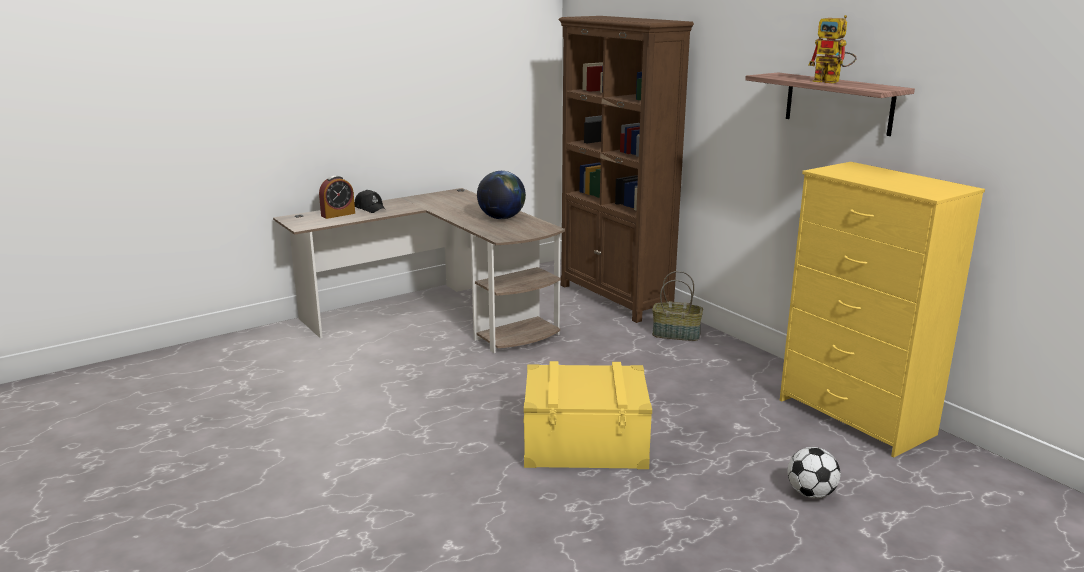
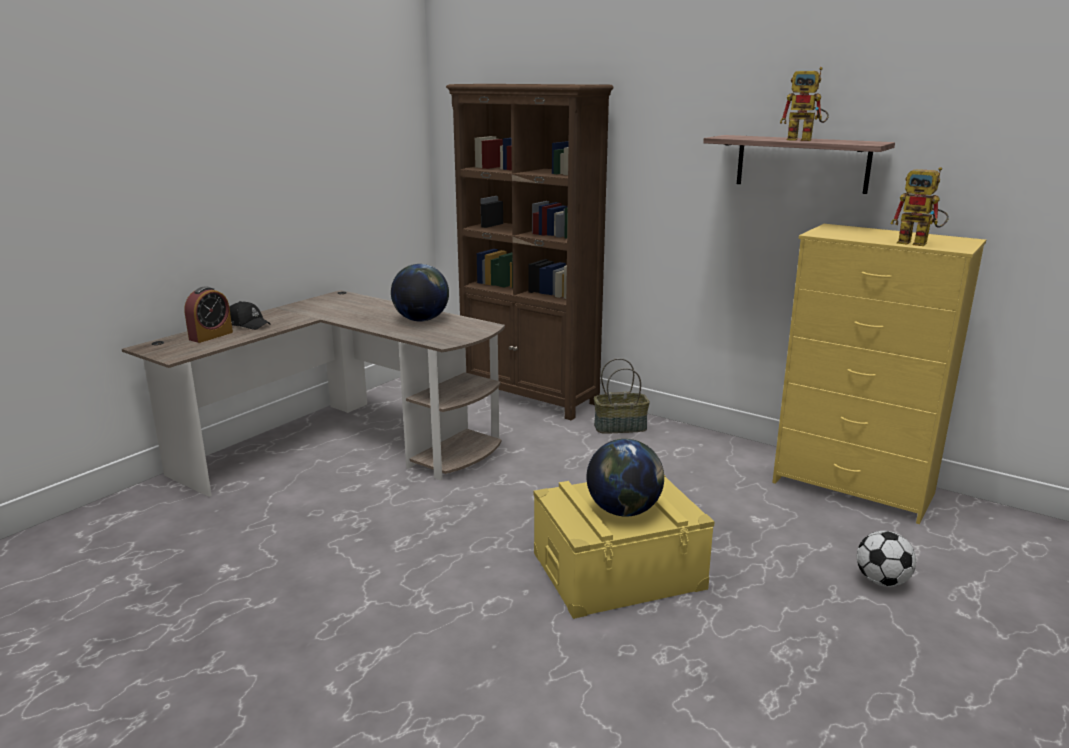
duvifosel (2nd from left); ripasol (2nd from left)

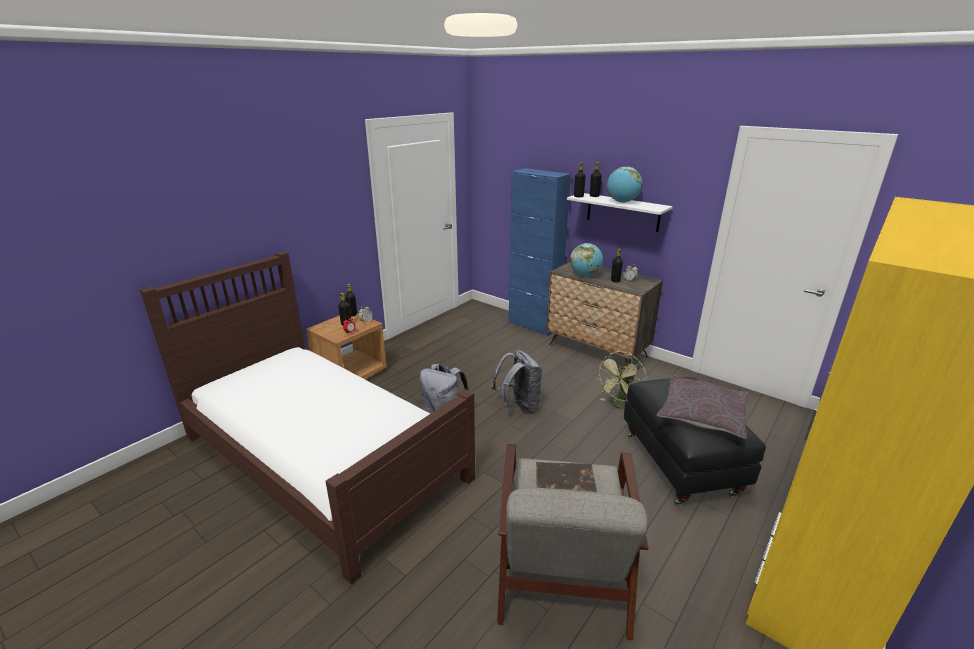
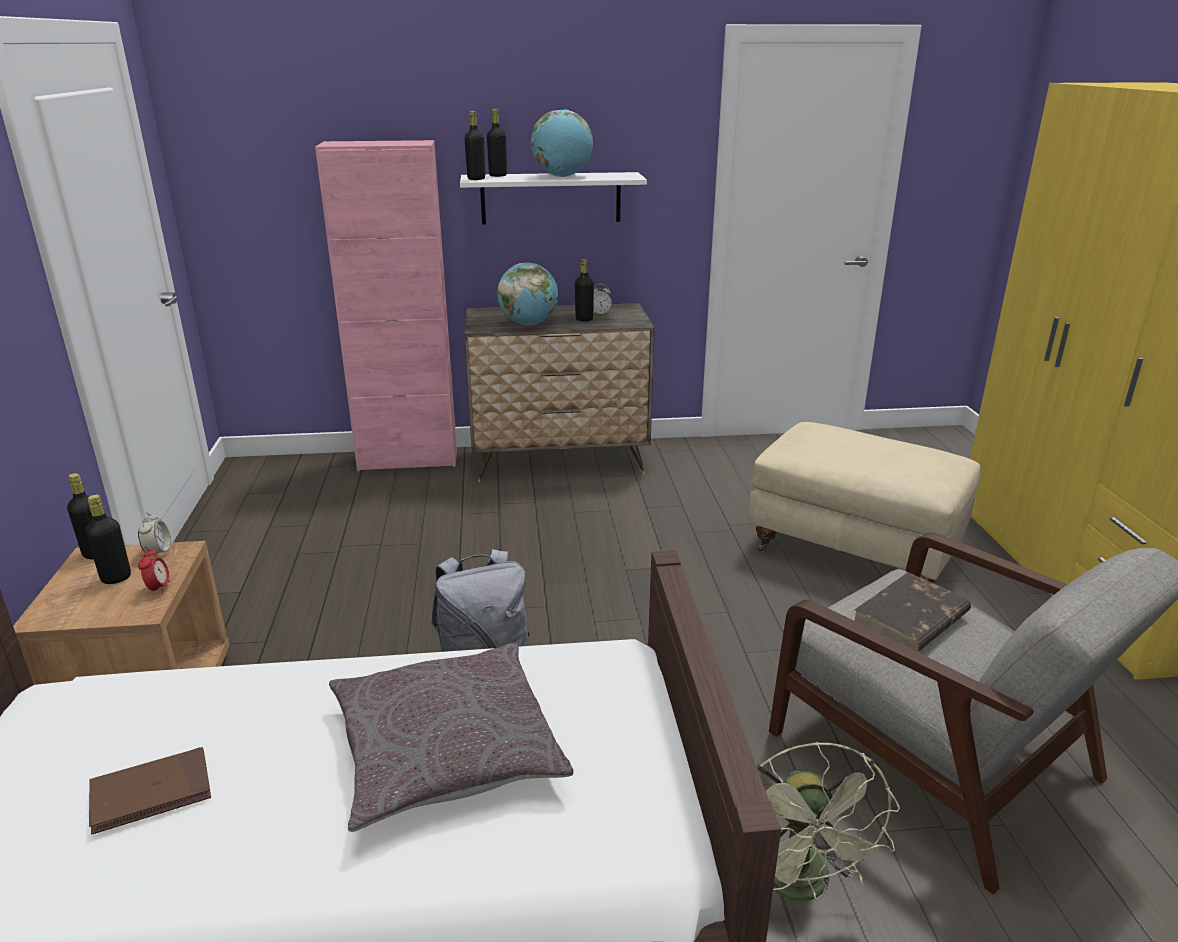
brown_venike (1st from left); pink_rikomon; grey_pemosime; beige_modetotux; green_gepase; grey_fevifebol (2nd from left in the first image)

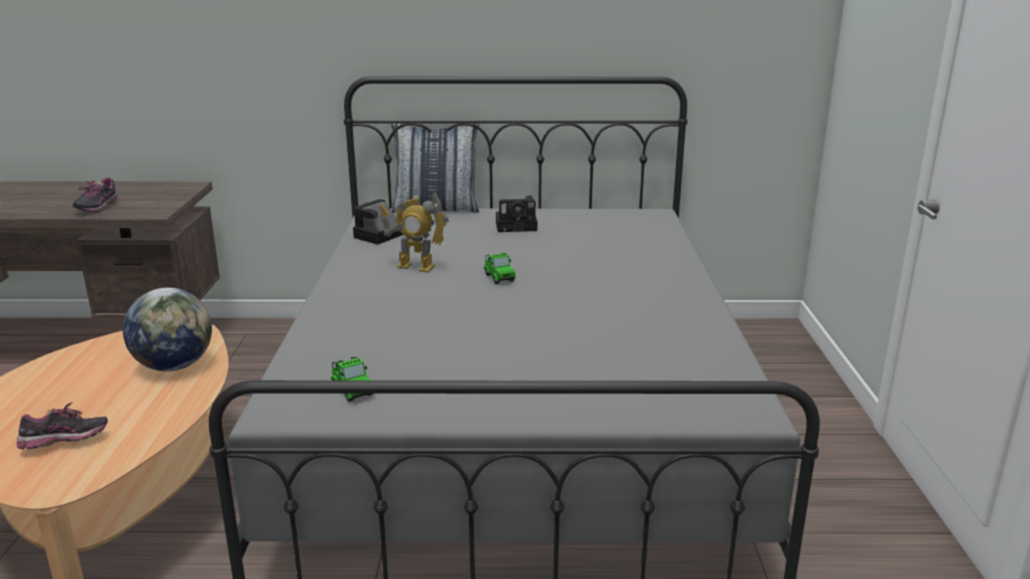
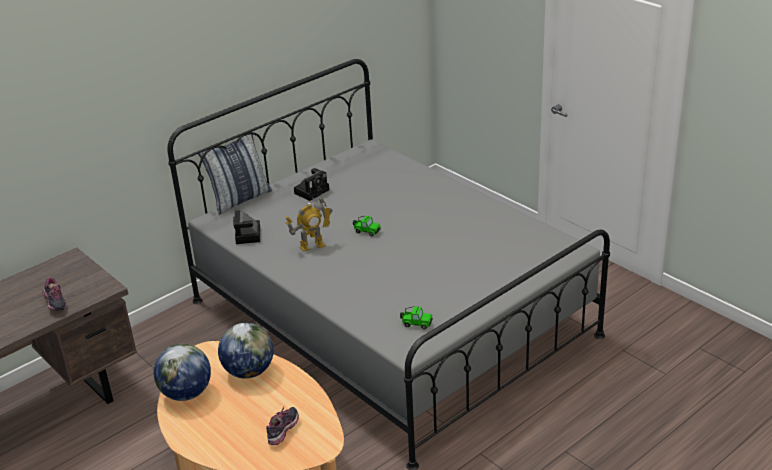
duvifosel (1st from left)

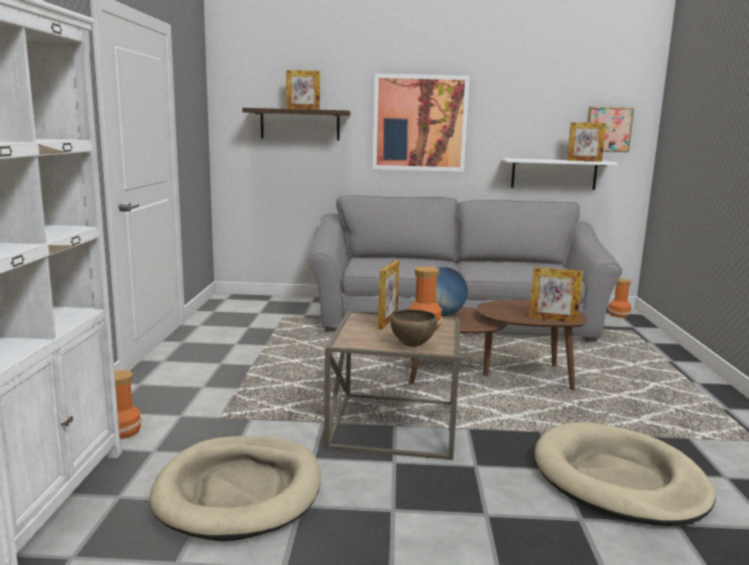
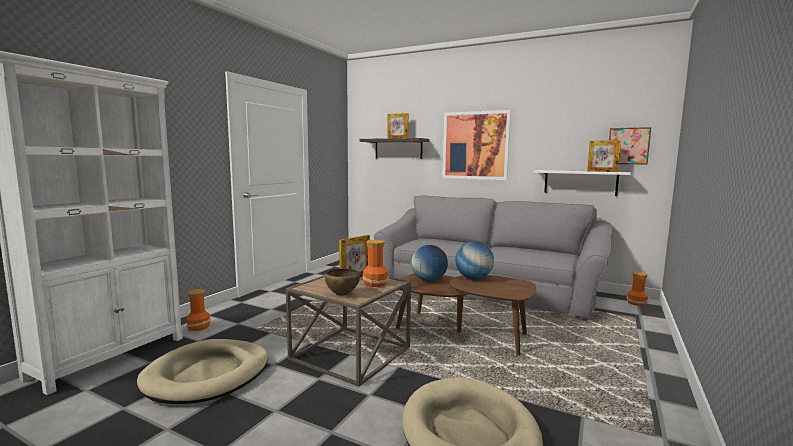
duvifosel (2nd from left); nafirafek (3rd from left in the first image)

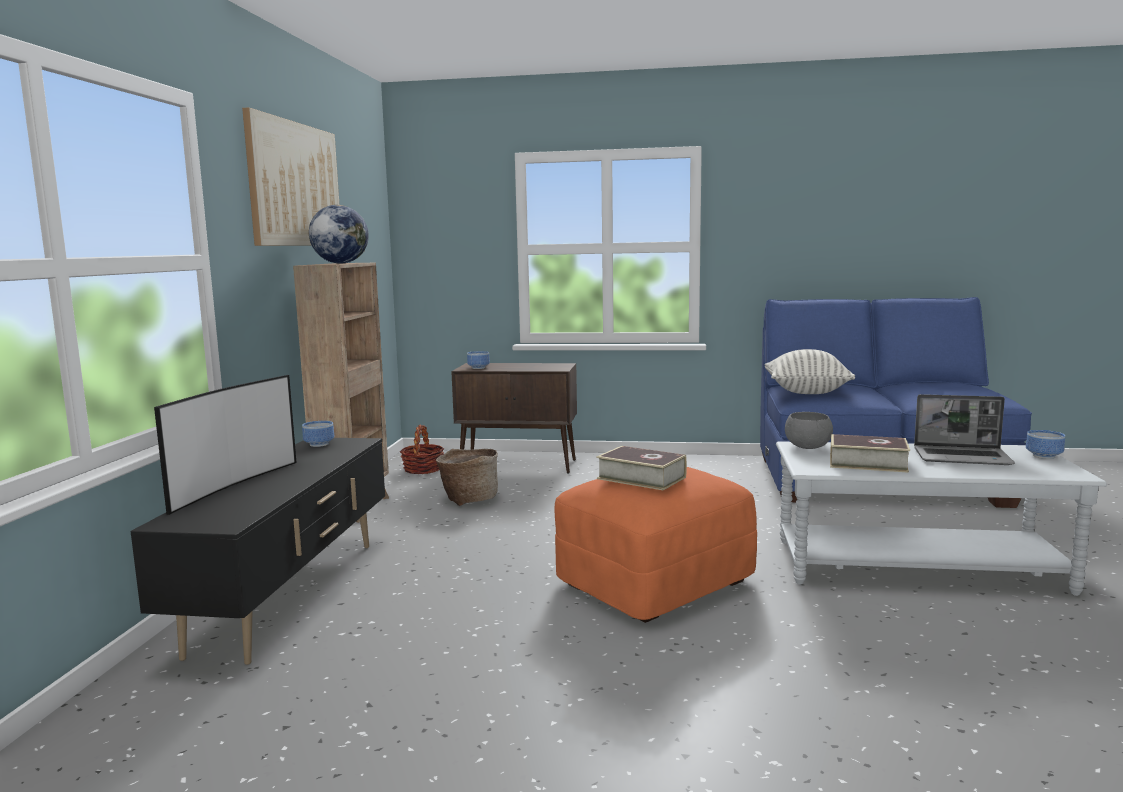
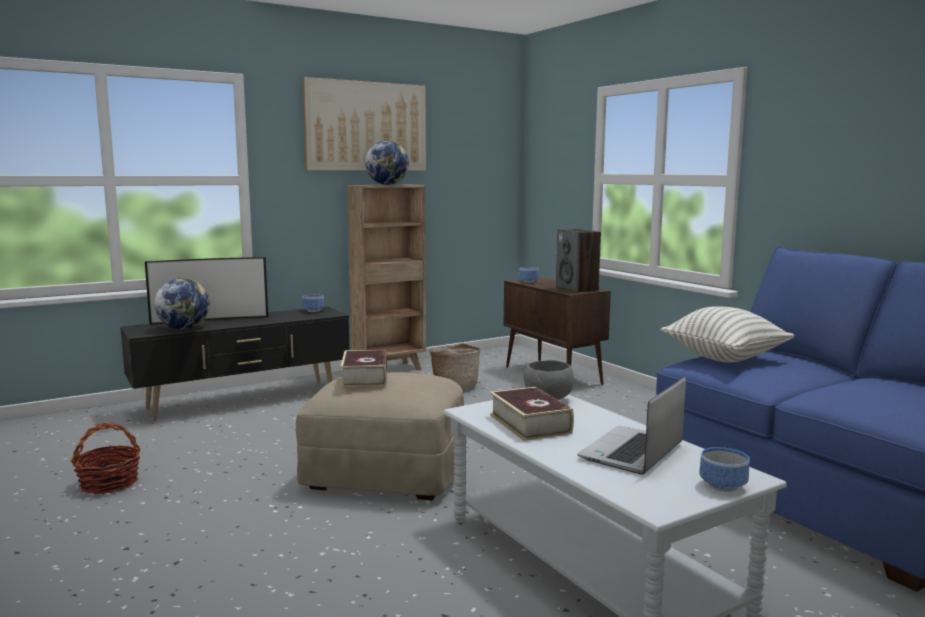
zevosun (1st from left); duvifosel (1st from left); beige_modetotux; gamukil; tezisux

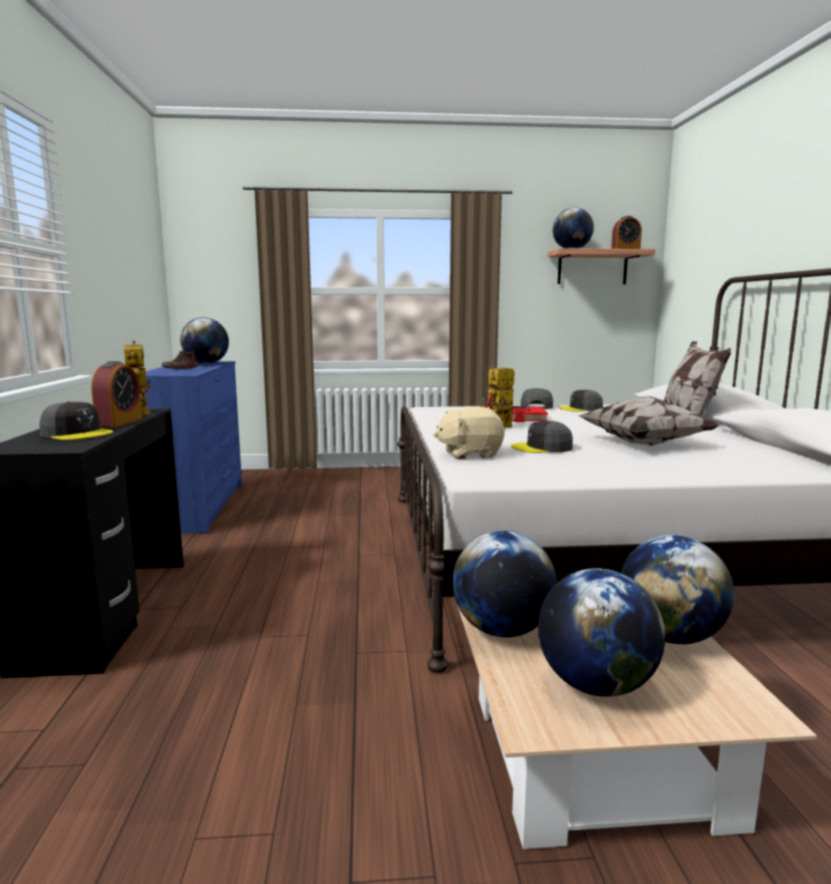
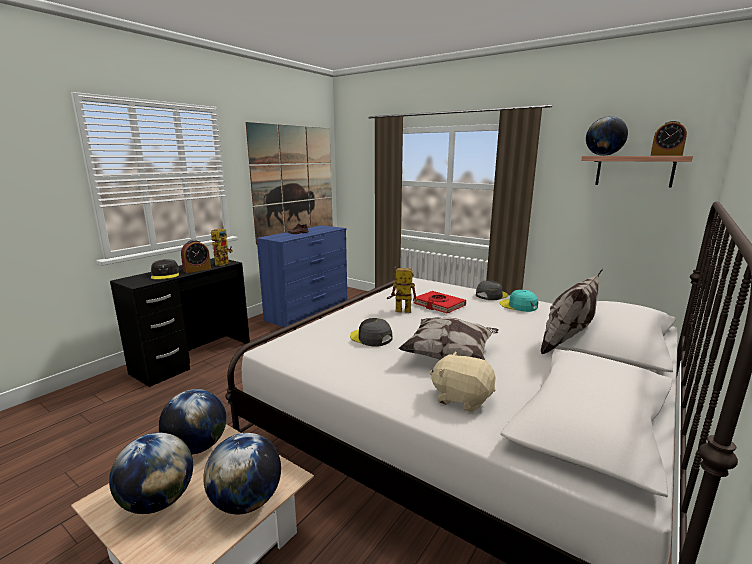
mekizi; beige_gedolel; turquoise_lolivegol; duvifosel (1st from left in the first image)

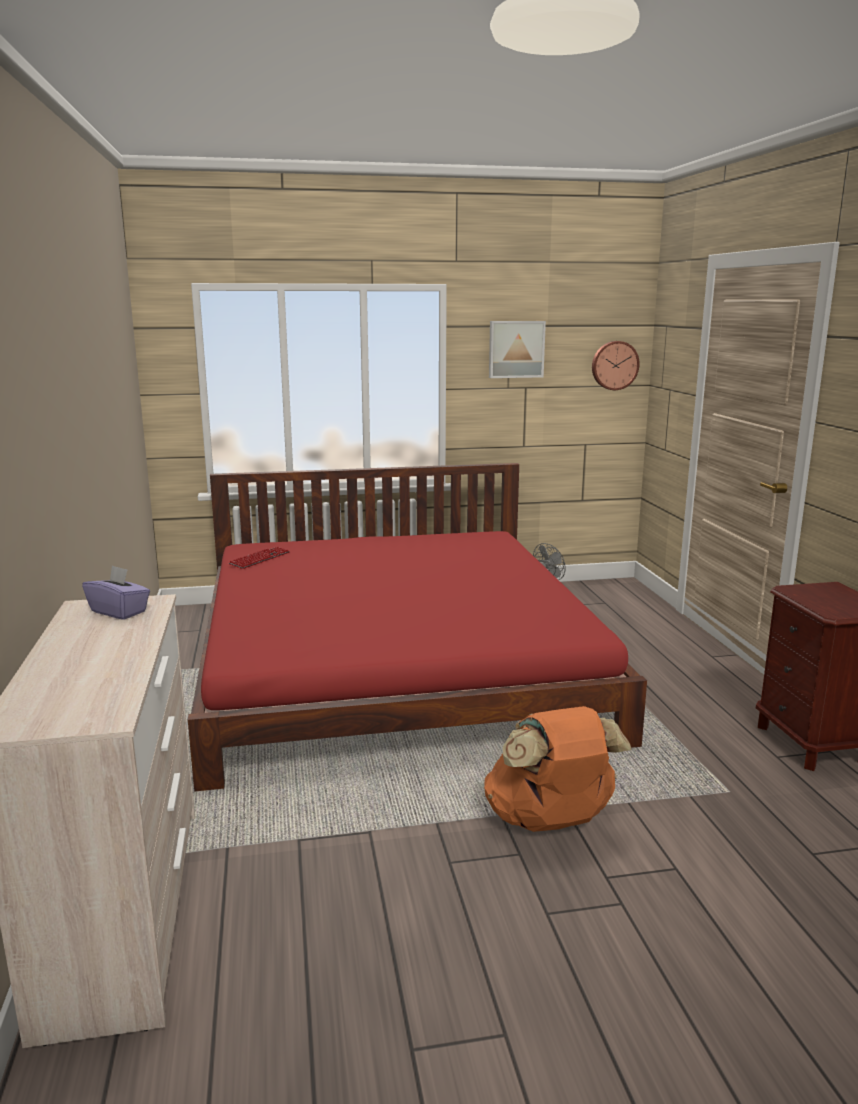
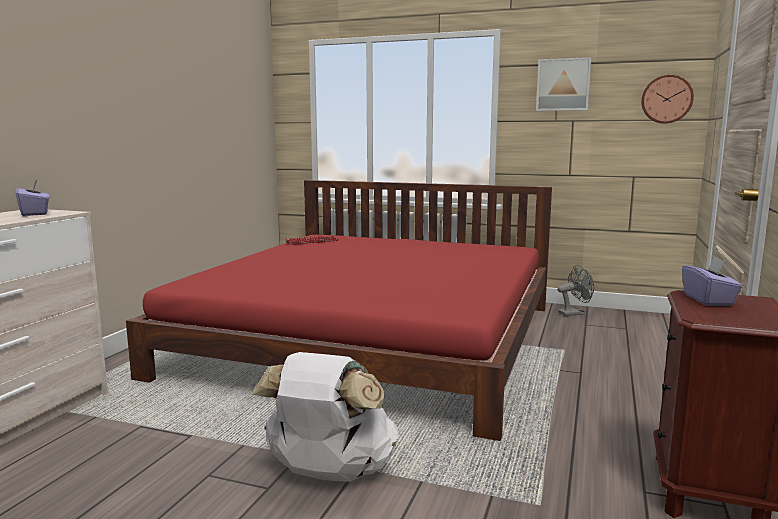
white_fevifebol; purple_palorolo (2nd from left)

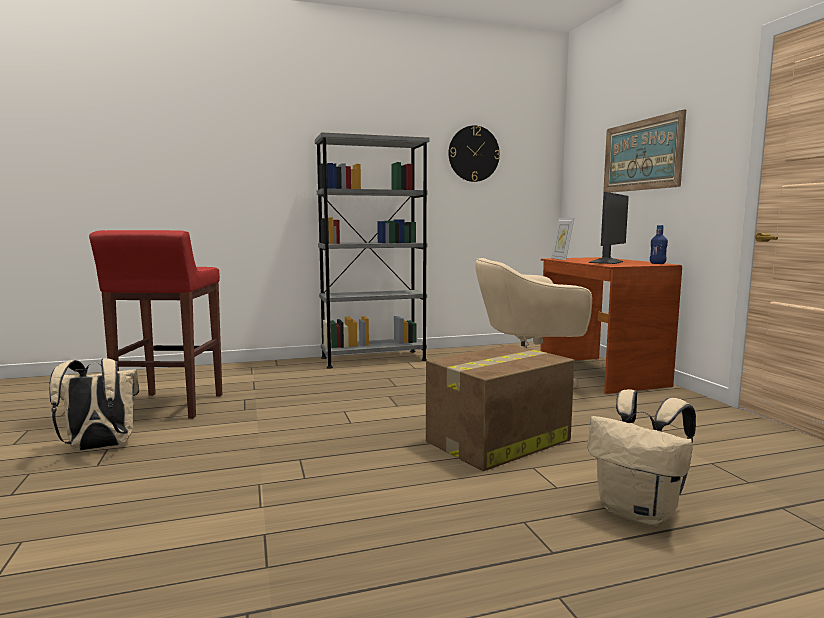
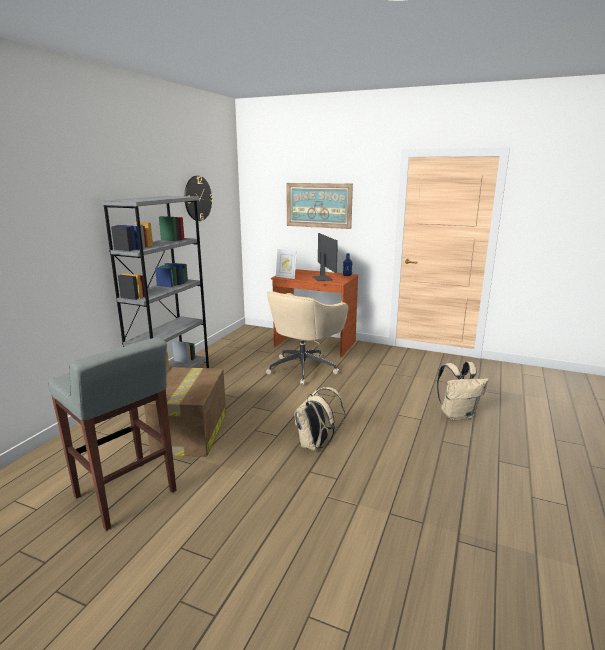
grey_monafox; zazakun; beige_fevifebol (1st from left)

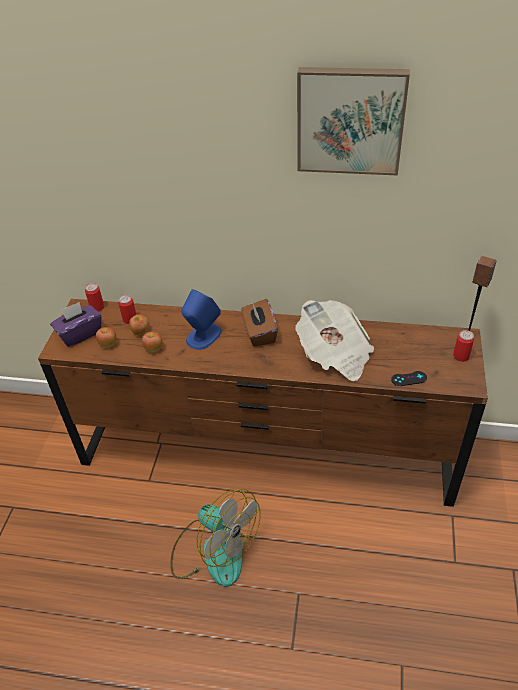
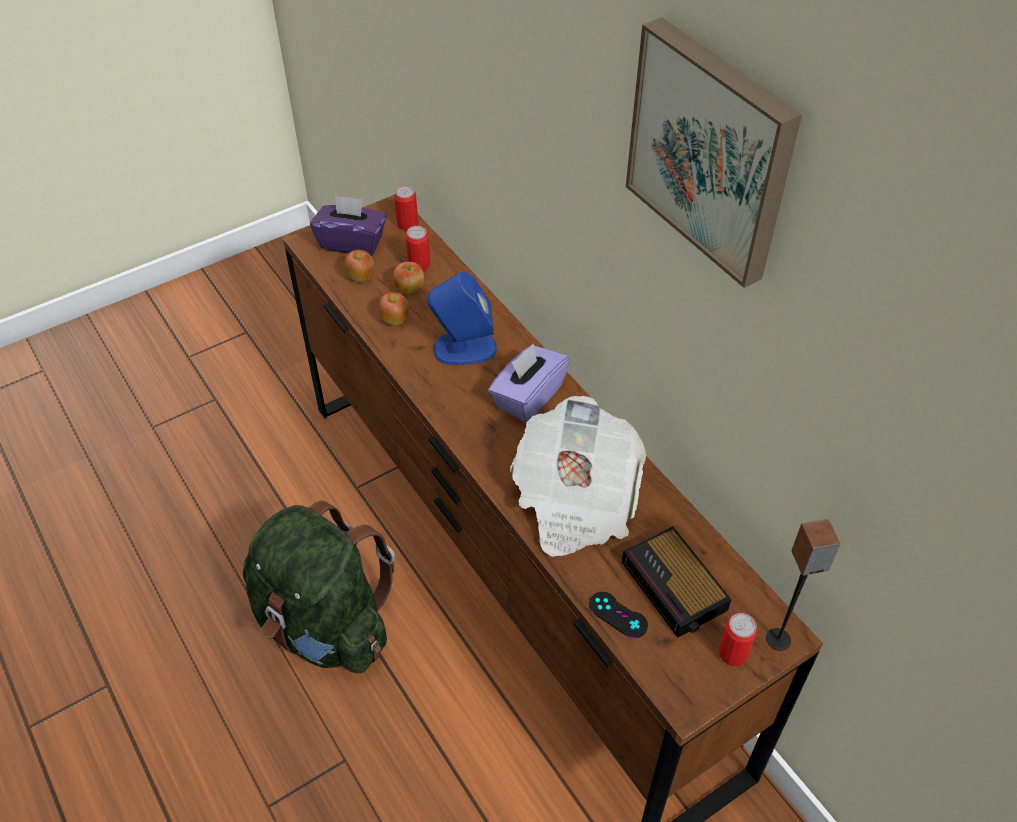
green_fevifebol; purple_palorolo (2nd from left); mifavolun

